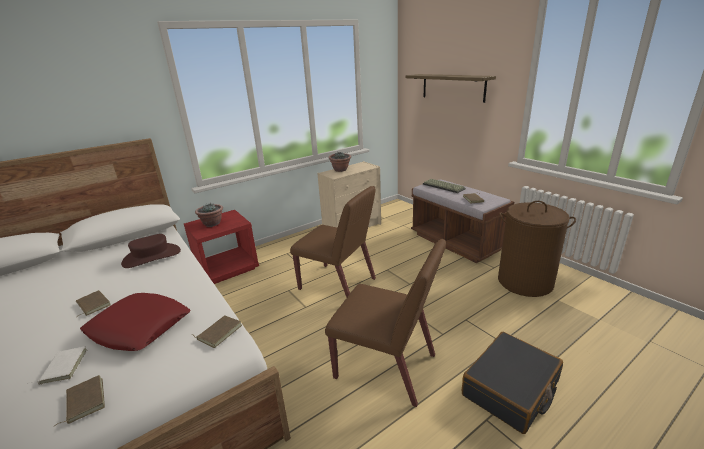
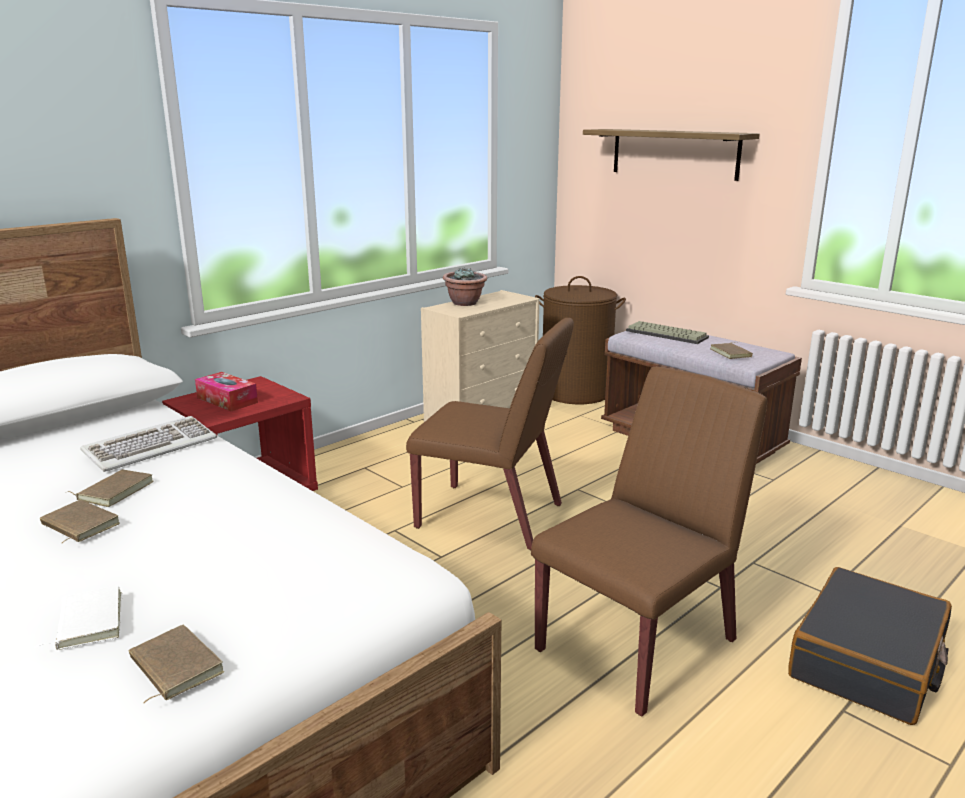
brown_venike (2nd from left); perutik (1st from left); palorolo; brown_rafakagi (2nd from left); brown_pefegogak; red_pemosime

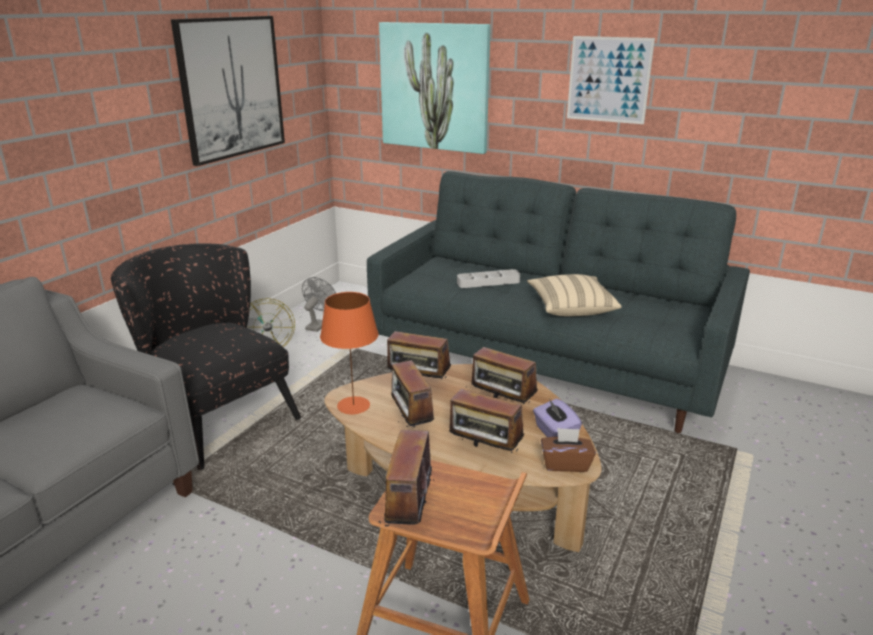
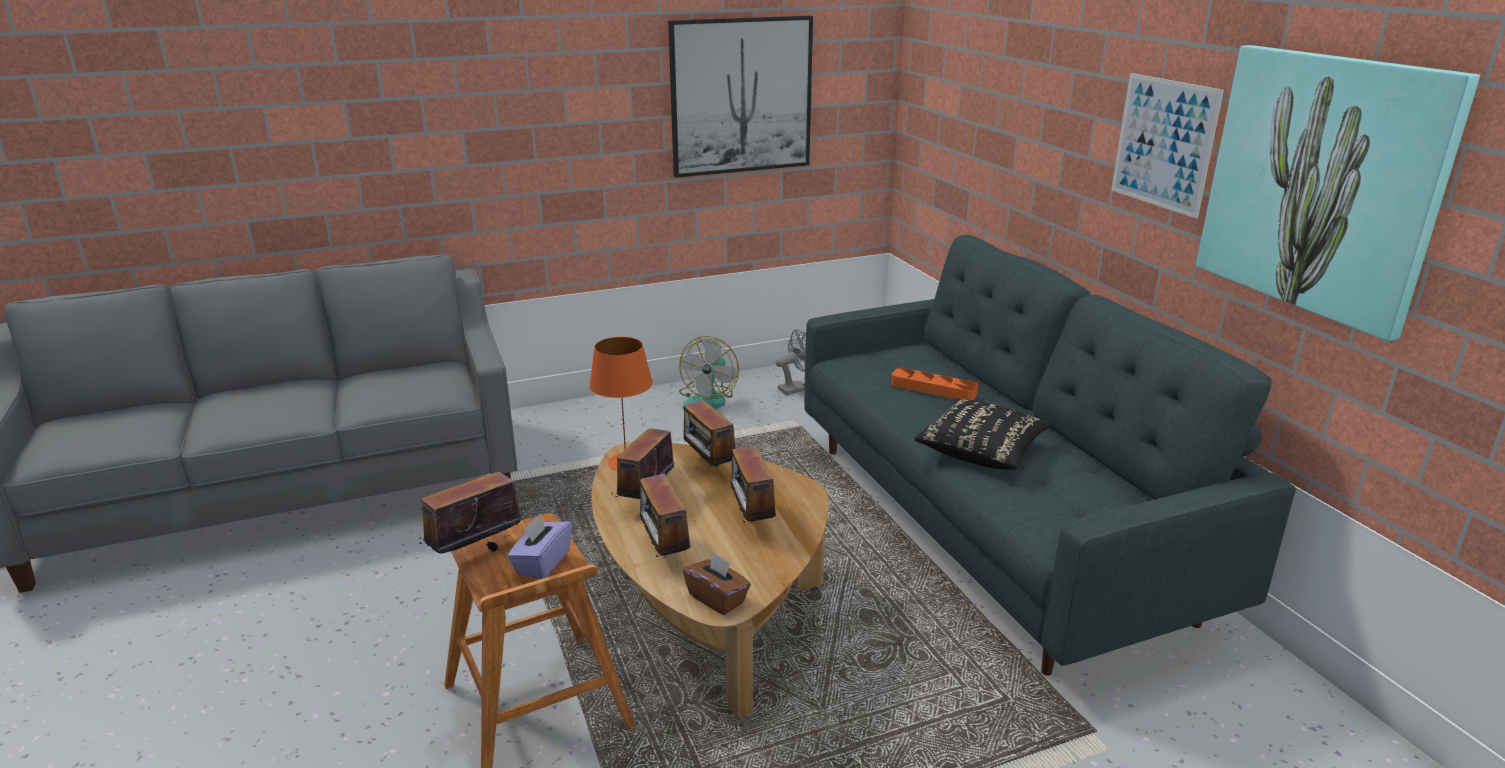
purple_palorolo; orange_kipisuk; black_pemosime; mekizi (3rd from left); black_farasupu

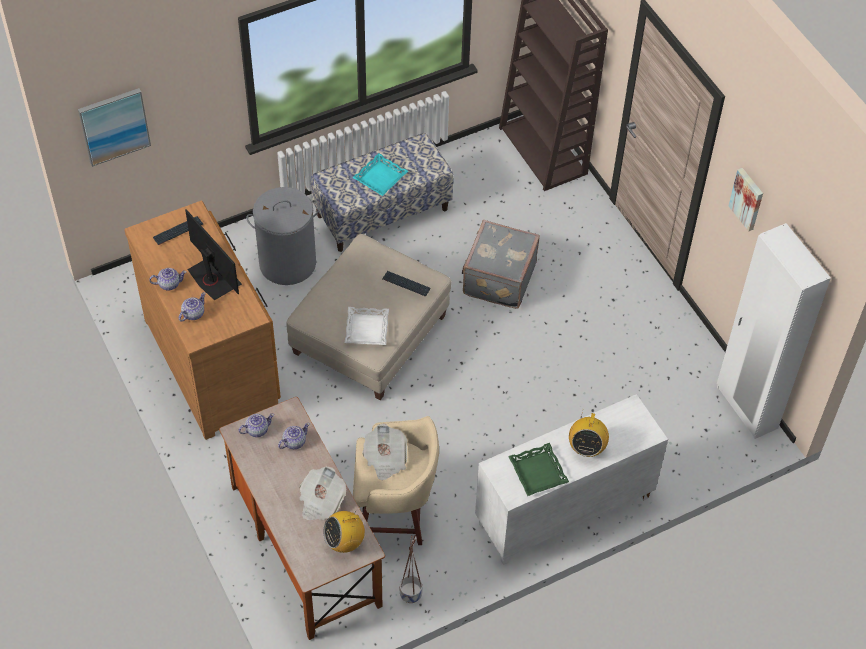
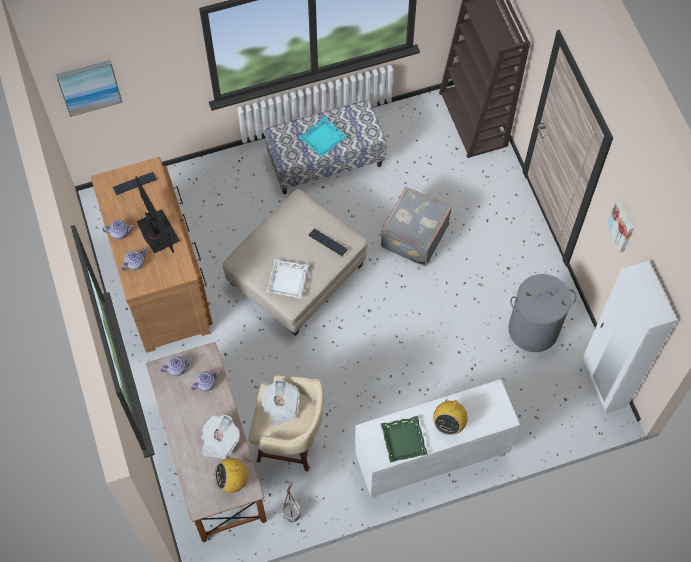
grey_pefegogak

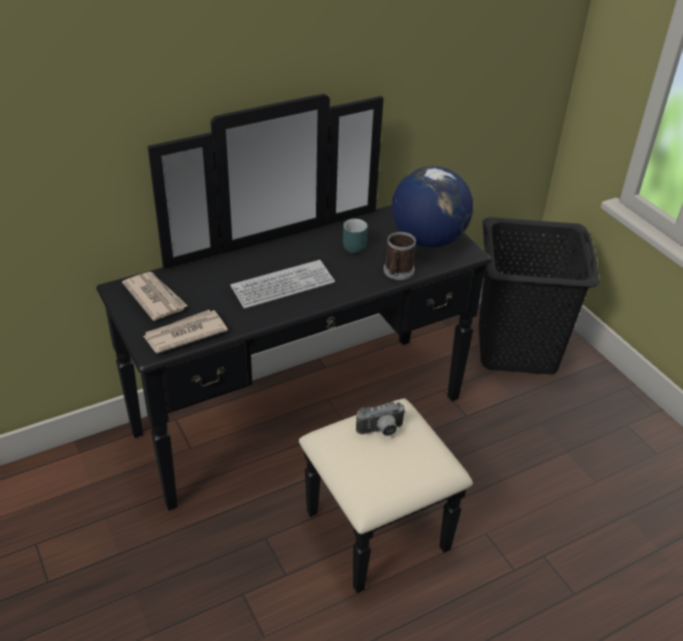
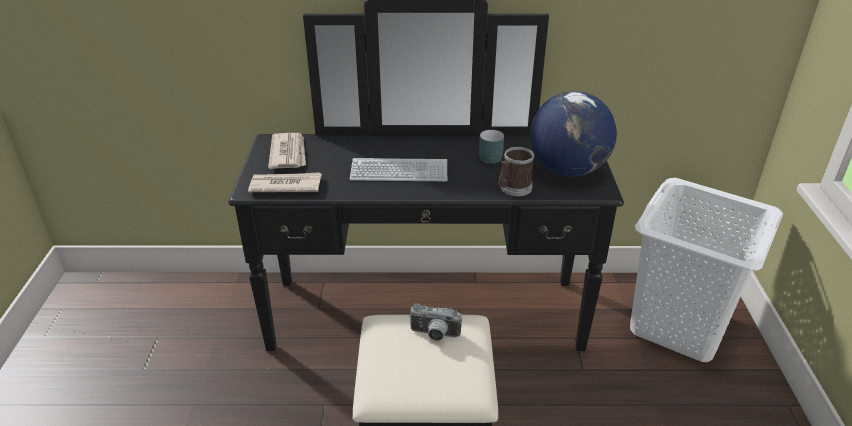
white_pefegogak

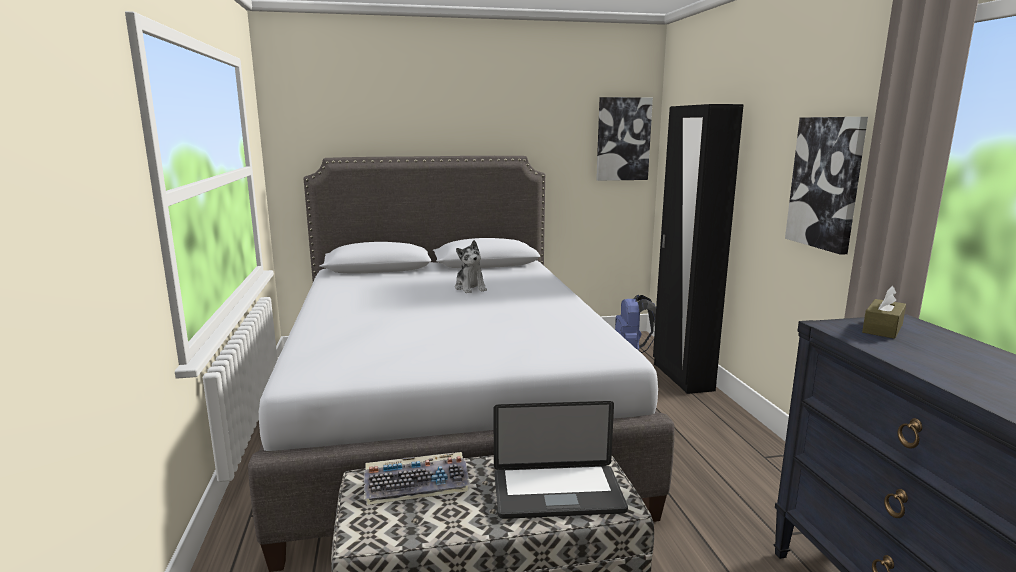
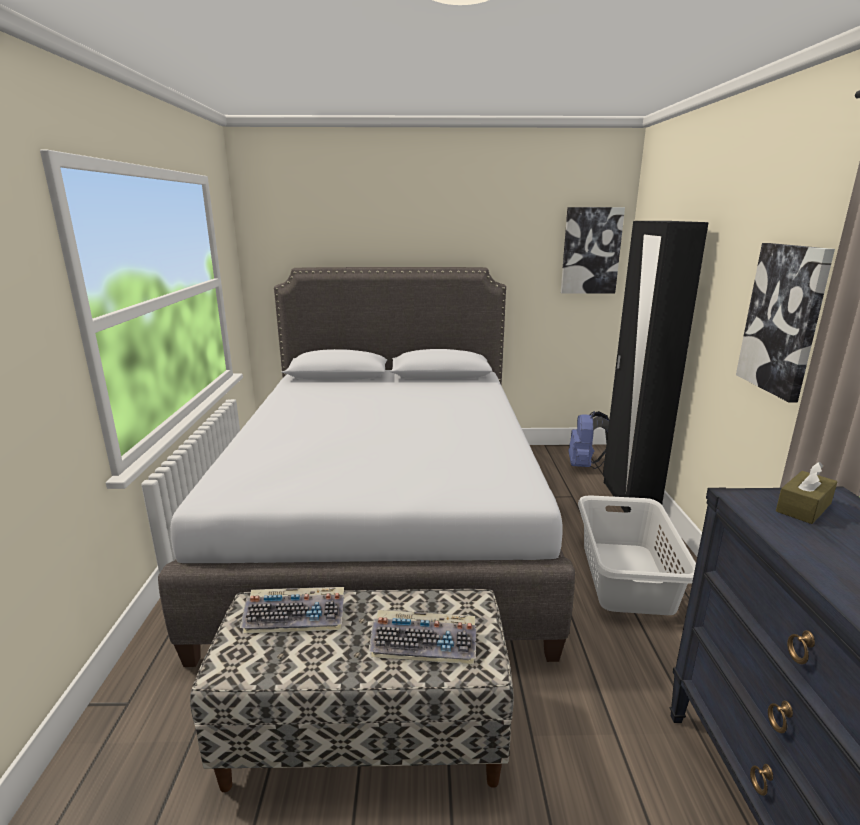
perutik (2nd from left); grey_pefegogak; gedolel

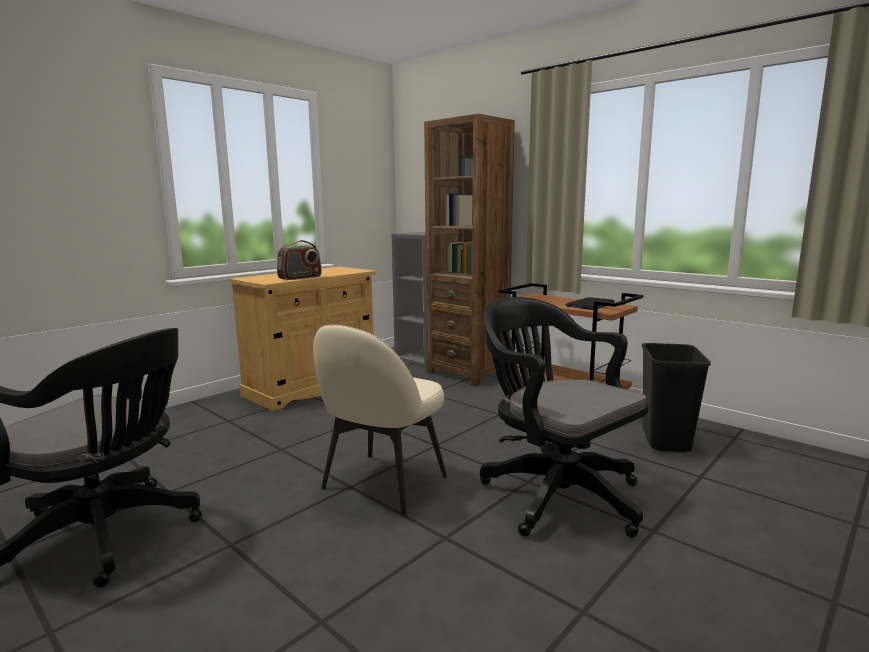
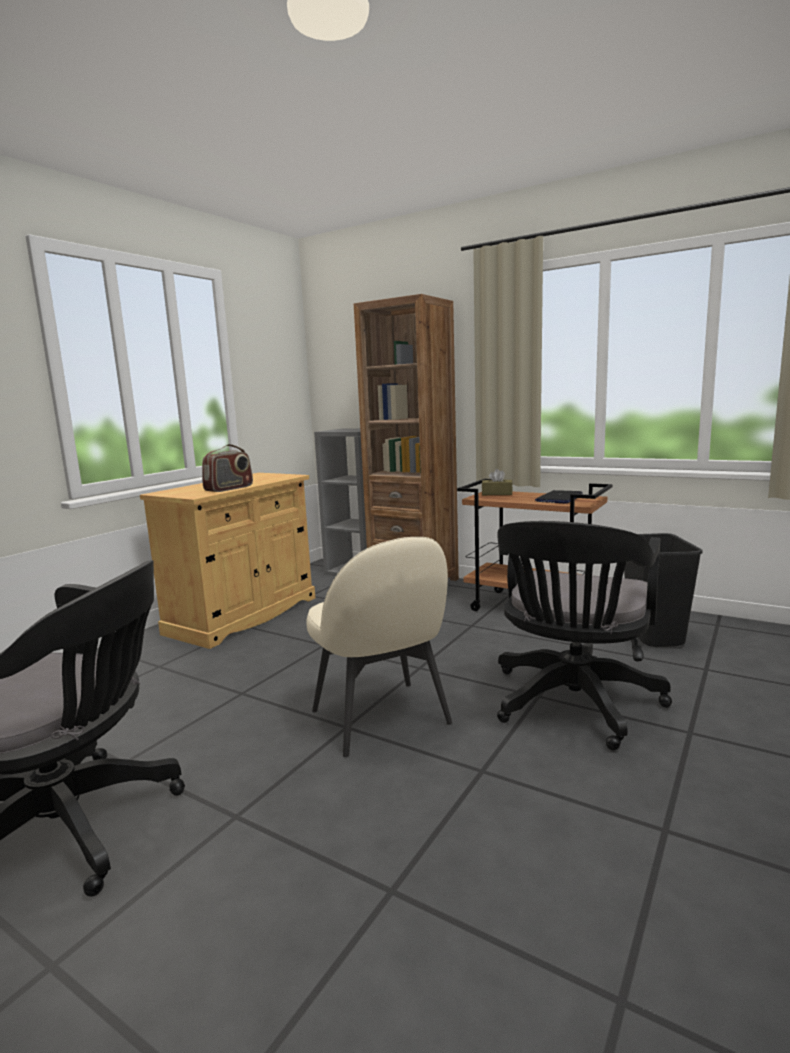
beige_rafakagi; brown_palorolo; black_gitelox (2nd from left)

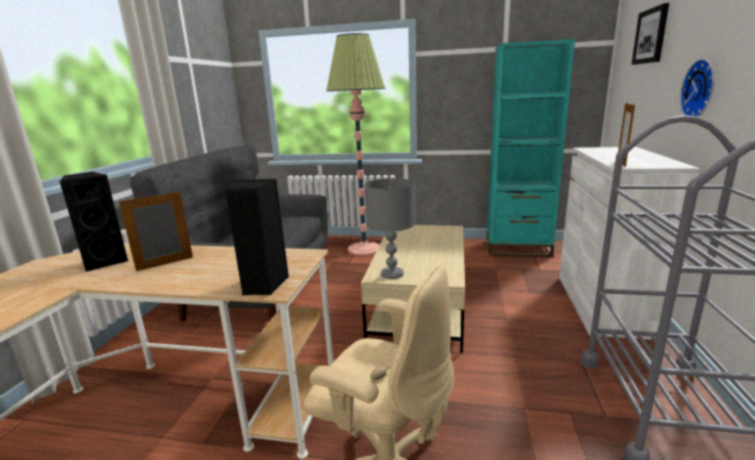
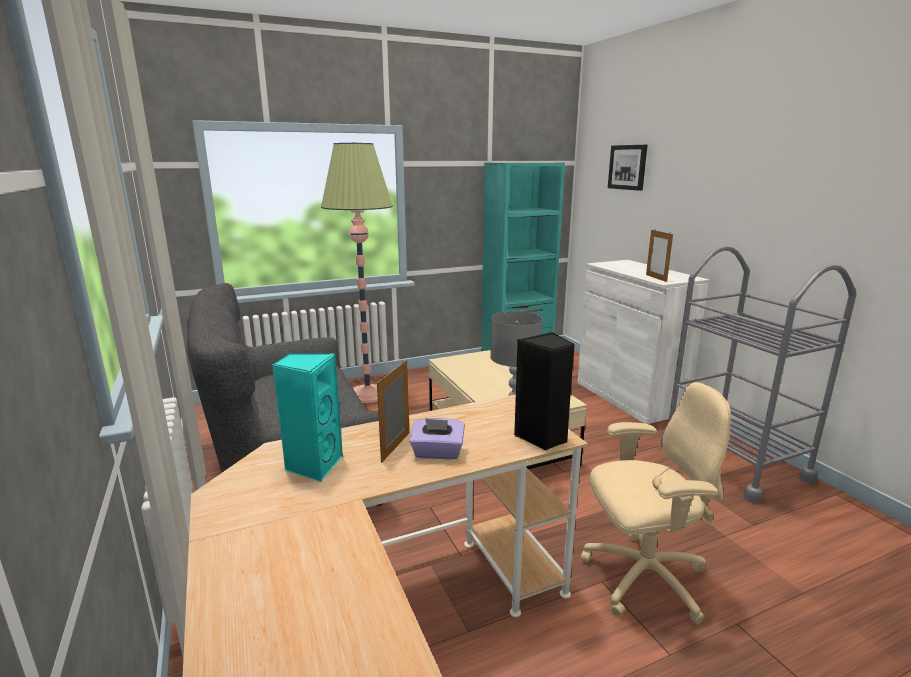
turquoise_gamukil; purple_palorolo; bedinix

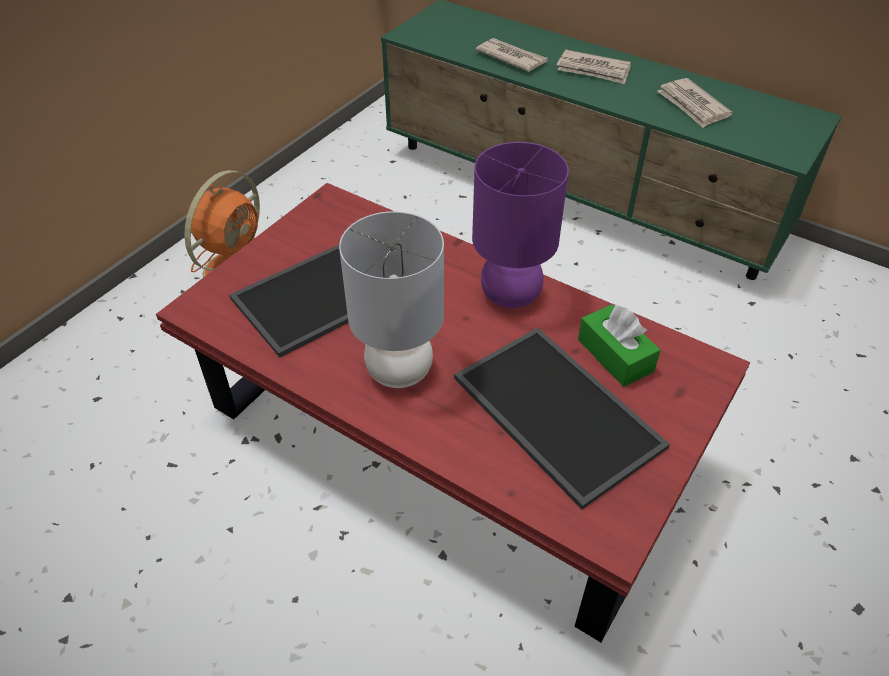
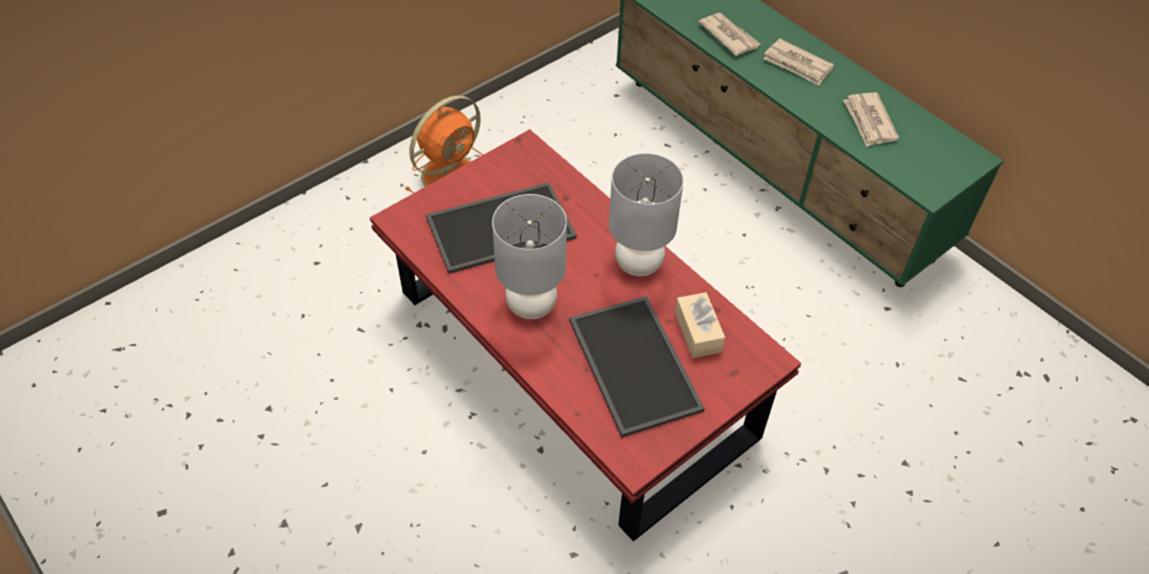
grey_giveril (2nd from left); beige_palorolo

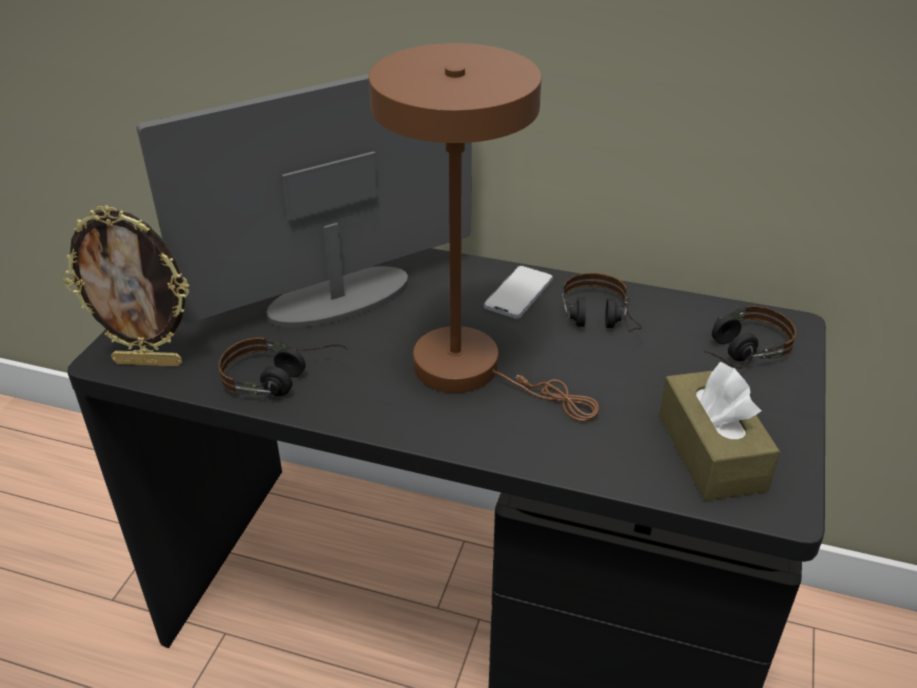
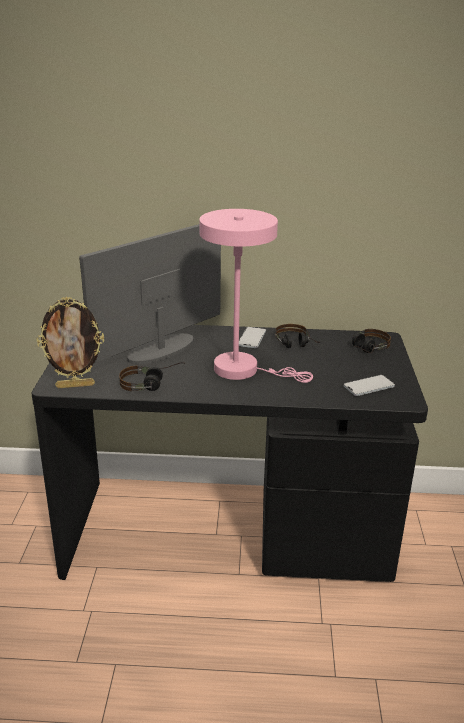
pink_giveril; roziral (2nd from left)

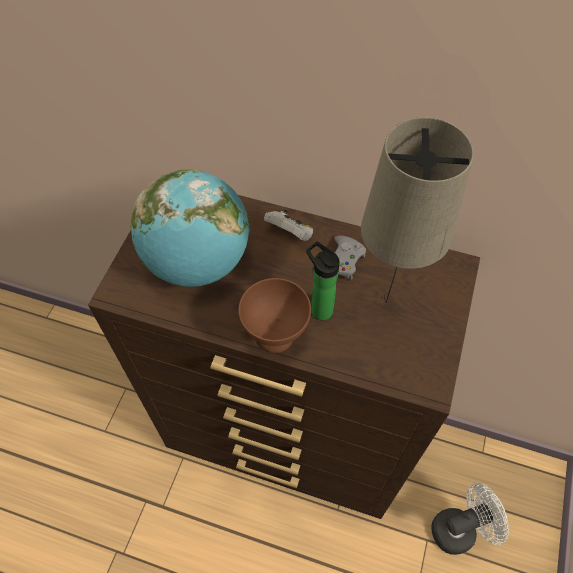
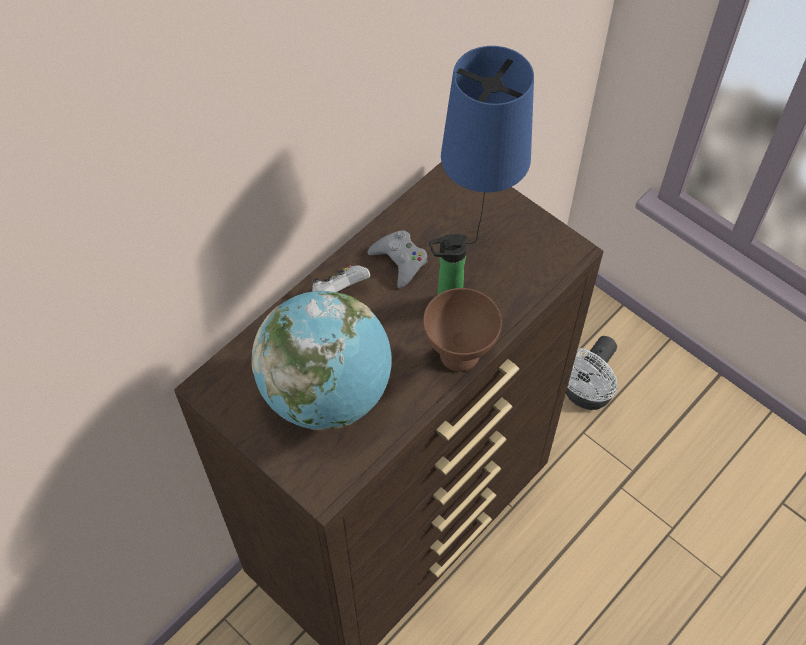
blue_giveril; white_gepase

